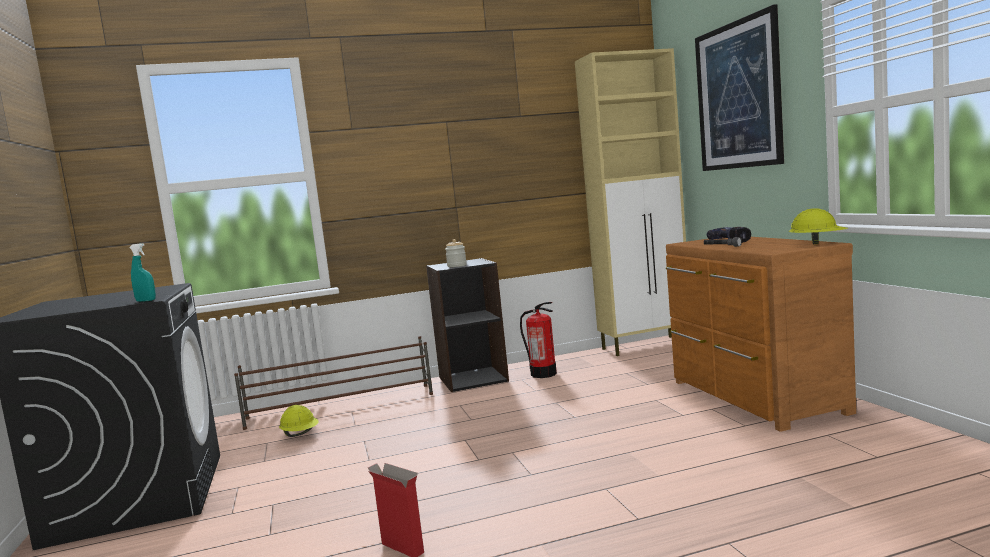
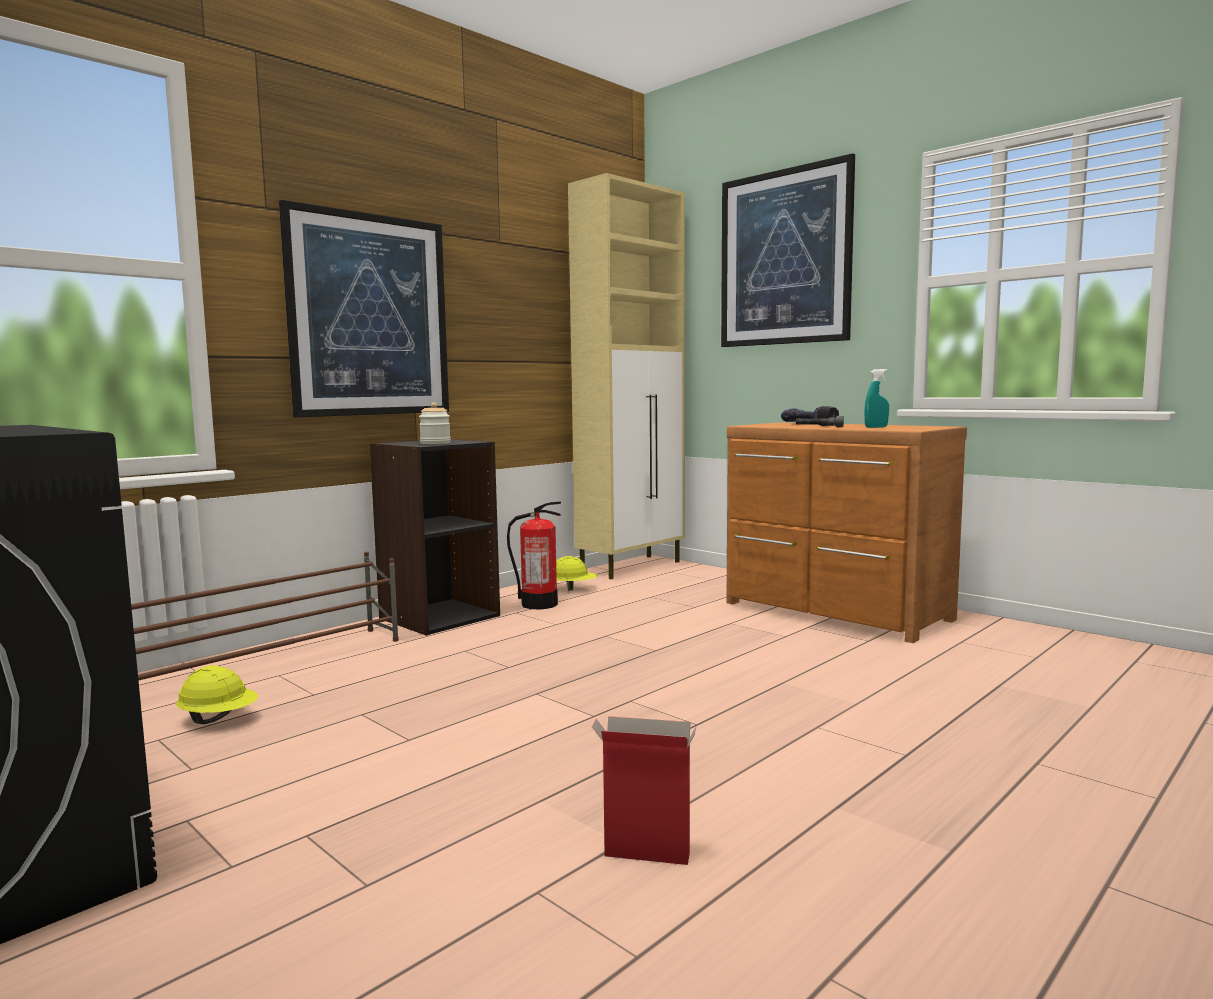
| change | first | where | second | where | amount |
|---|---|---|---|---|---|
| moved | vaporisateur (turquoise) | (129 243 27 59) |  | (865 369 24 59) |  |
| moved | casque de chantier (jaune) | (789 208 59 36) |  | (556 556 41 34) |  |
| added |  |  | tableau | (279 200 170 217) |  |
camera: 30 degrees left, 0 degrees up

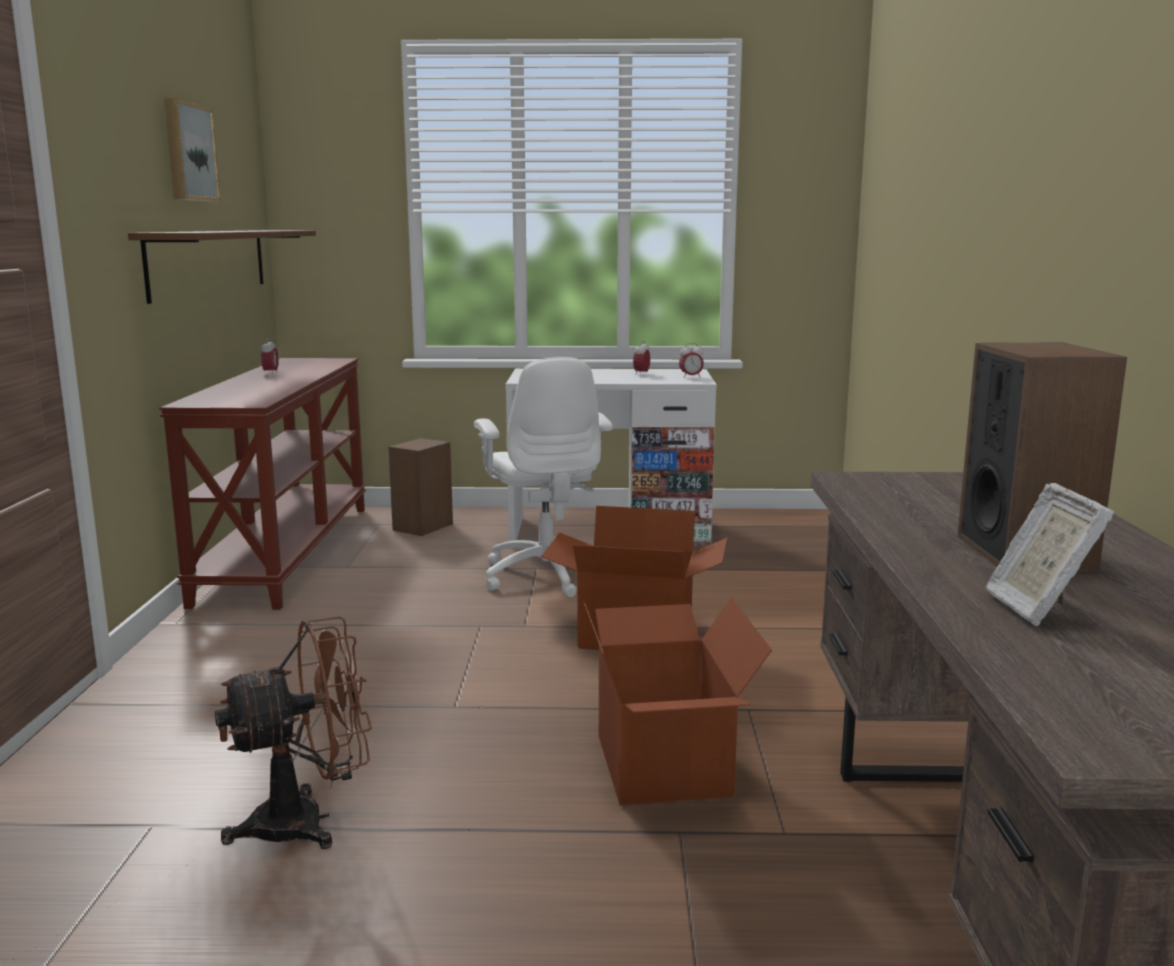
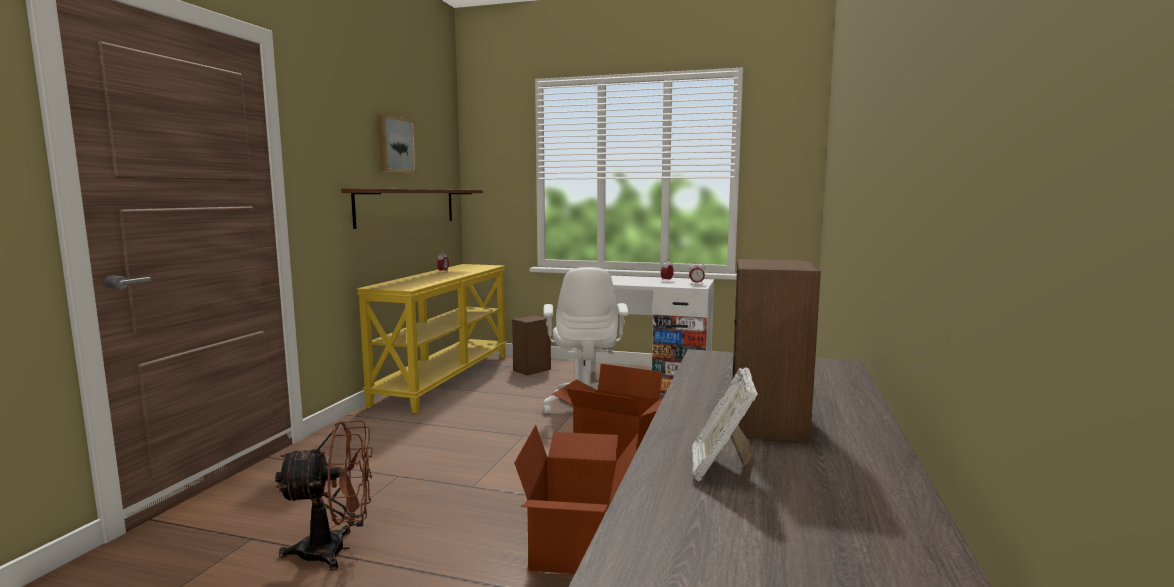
| change | first | where | second | where | amount |
|---|---|---|---|---|---|
| recoloured | table console (marron) | (159 358 207 252) | table console (jaune) | (356 264 151 149) |  |
camera: 15 degrees right, 5 degrees down

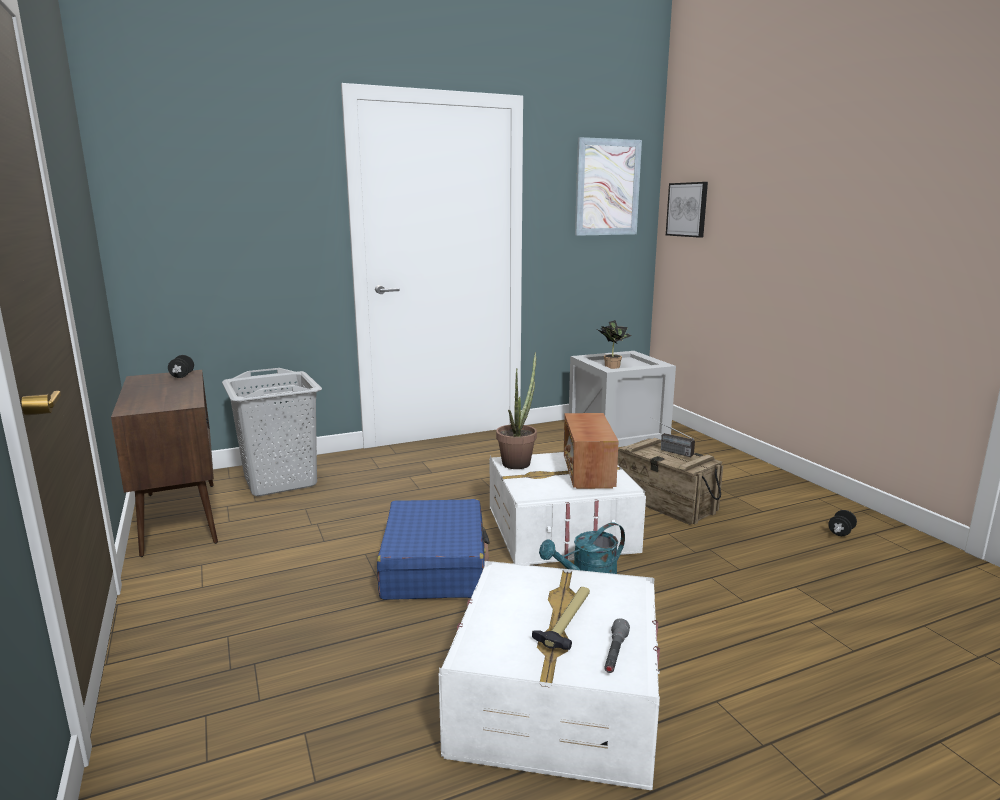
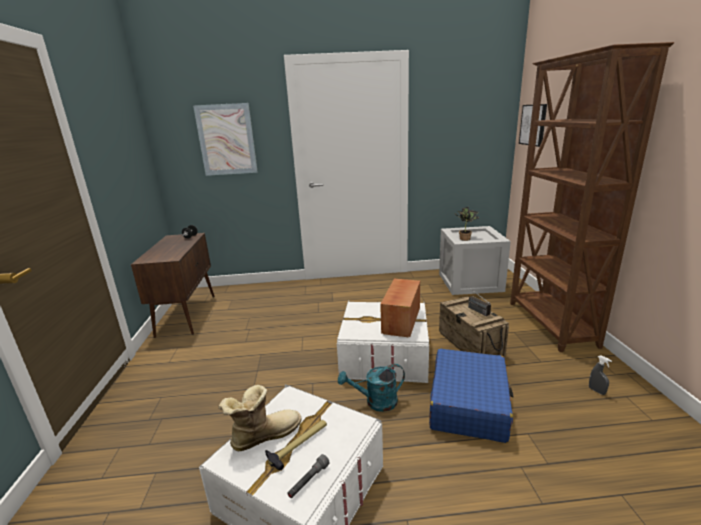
| change | first | where | second | where | amount |
|---|---|---|---|---|---|
| removed | panier à linge (gris) | (222 368 100 129) |  |  |  |
| moved | valise (bleu) | (377 499 113 101) |  | (429 349 84 94) |  |
| removed | plante en pot | (496 352 41 117) |  |  |  |
| moved | tableau | (575 137 67 99) |  | (193 103 65 73) |  |
| replaced | haltère (noir) | (828 510 29 26) | vaporisateur (gris) | (589 355 23 40) |  |
| added |  |  | botte | (219 385 83 66) |  |
| added |  |  | bibliothèque (marron) | (510 42 164 310) |  |
camera: 20 degrees right, 5 degrees up

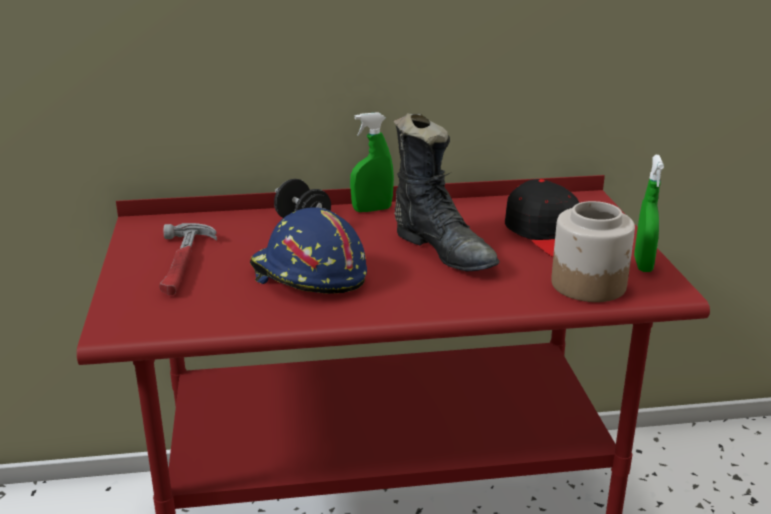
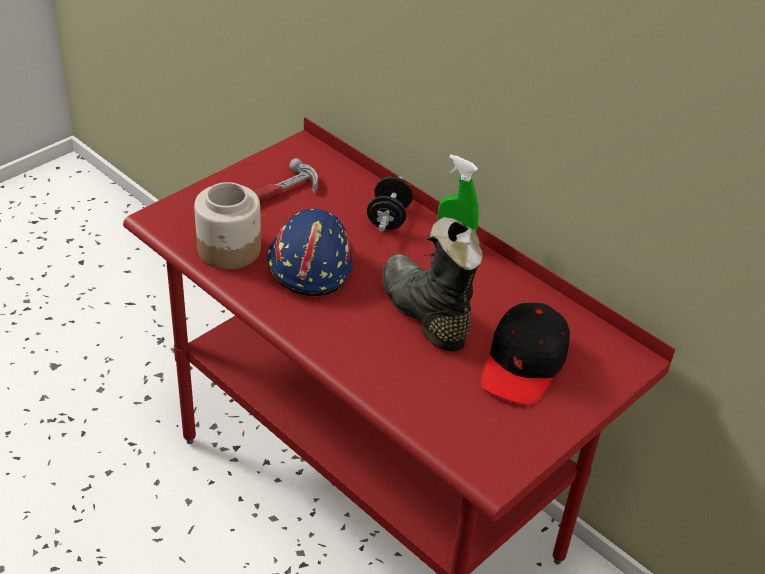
| change | first | where | second | where | amount |
|---|---|---|---|---|---|
| turned | botte (noir) | (394 113 106 158) |  | (382 217 100 135) | 135 degrees clockwise |
| moved | bocal | (551 201 84 101) |  | (194 182 67 88) |  |
| removed | vaporisateur (vert) | (634 155 30 117) |  |  |  |
camera: 50 degrees right, 15 degrees up

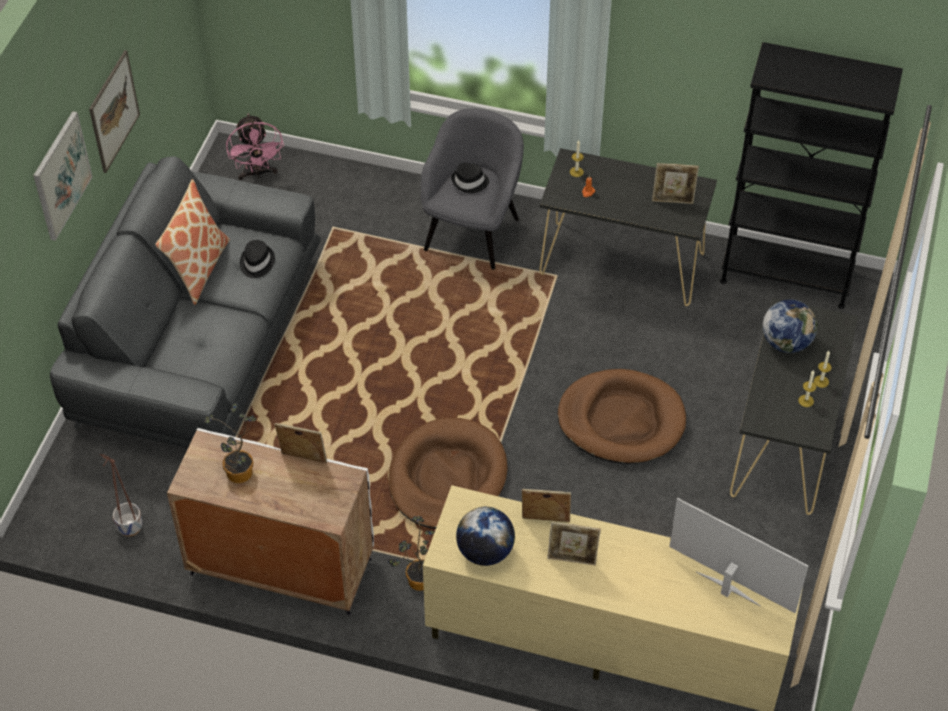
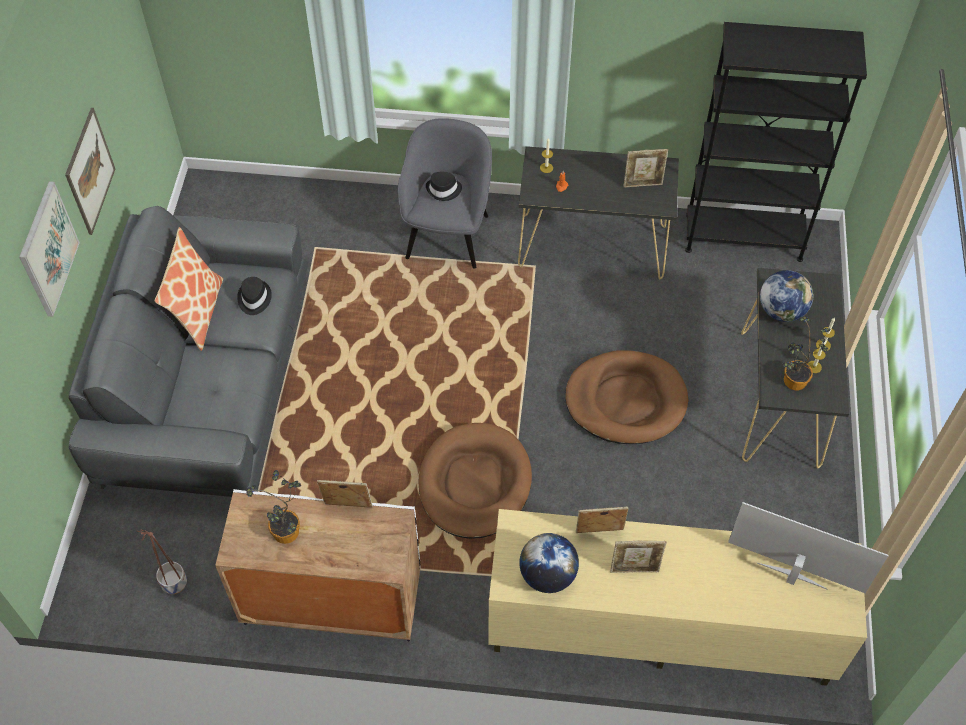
| change | first | where | second | where | amount |
|---|---|---|---|---|---|
| removed | ventilateur (rose) | (226 114 58 66) |  |  |  |
| moved | plante en pot | (388 516 47 75) |  | (783 316 48 74) |  |
camera: 10 degrees left, 5 degrees up

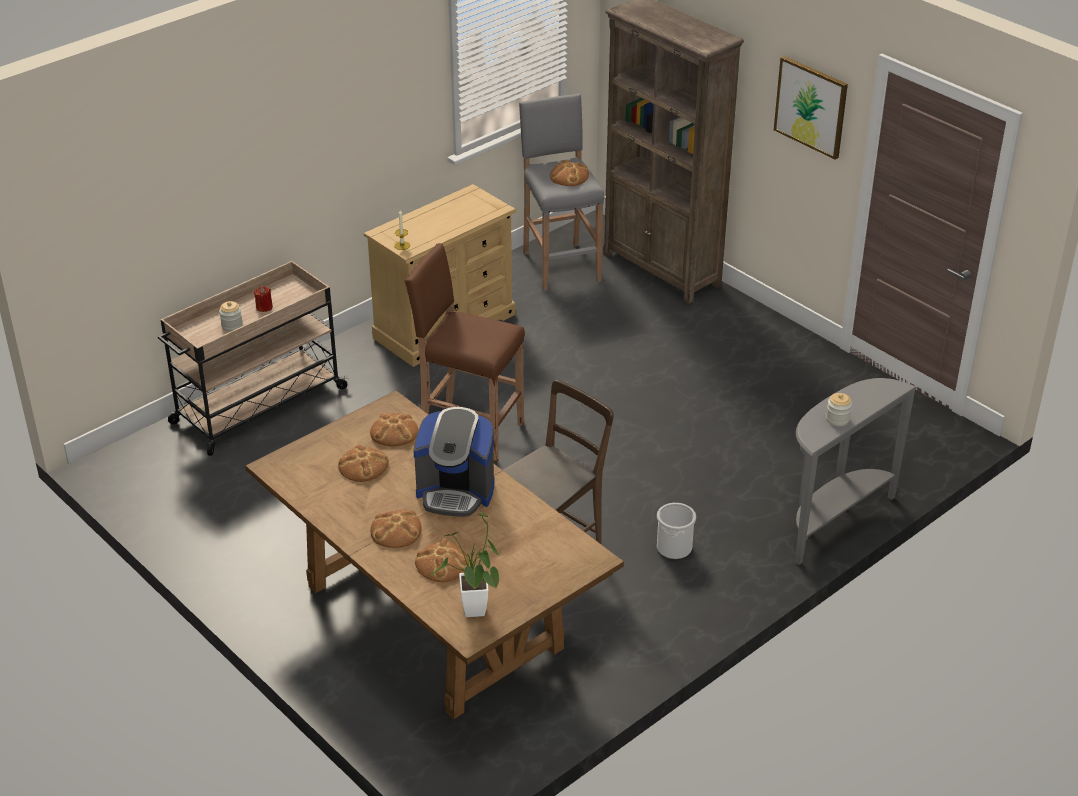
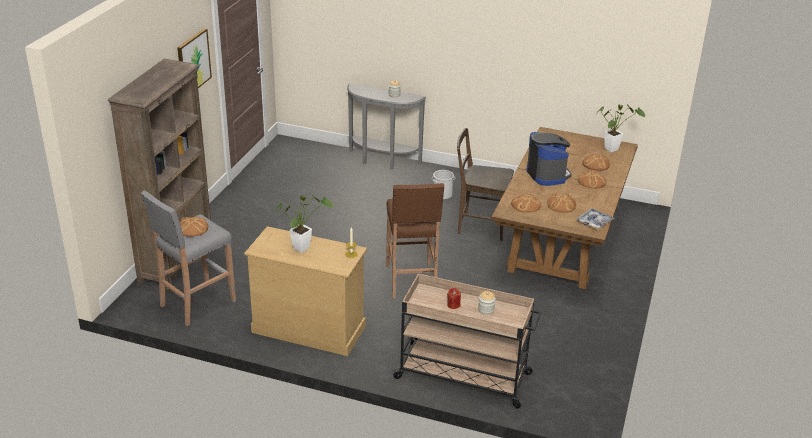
| change | first | where | second | where | amount |
|---|---|---|---|---|---|
| added |  |  | plante en pot | (275 194 58 59) |  |
| added |  |  | plateau | (576 208 39 22) |  |
camera: 120 degrees left, 5 degrees down

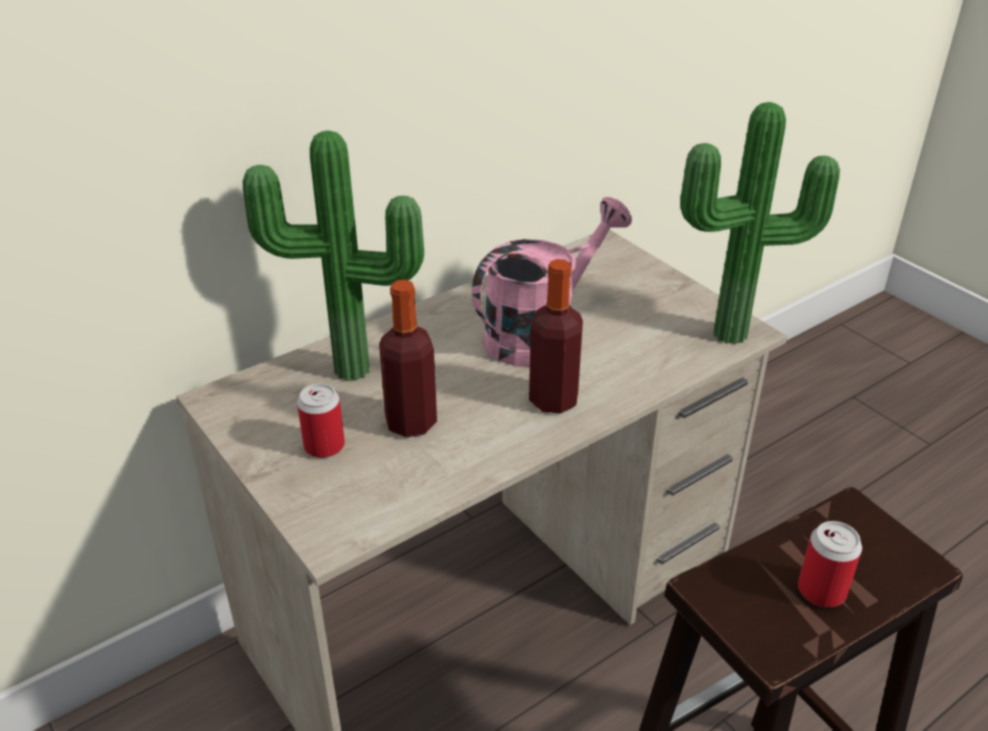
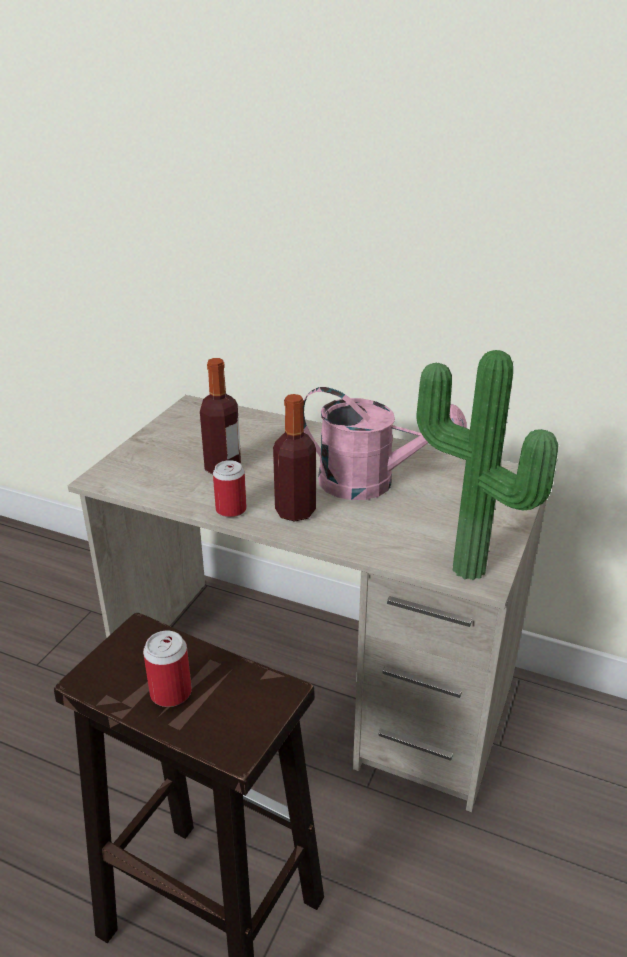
| change | first | where | second | where | amount |
|---|---|---|---|---|---|
| removed | plante en pot | (243 130 181 251) |  |  |  |
| moved | boîte métallique | (297 383 48 75) |  | (213 460 34 57) |  |
camera: 60 degrees right, 5 degrees down

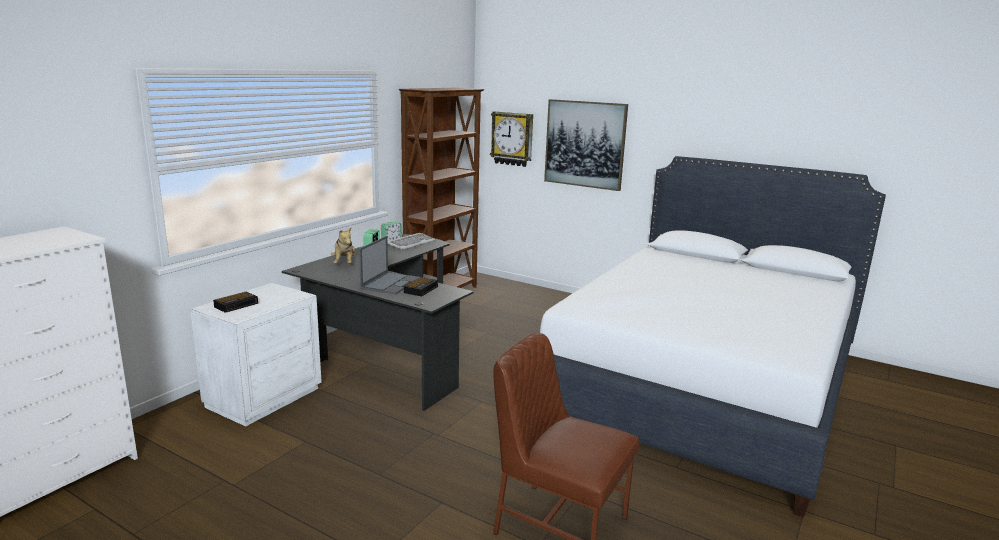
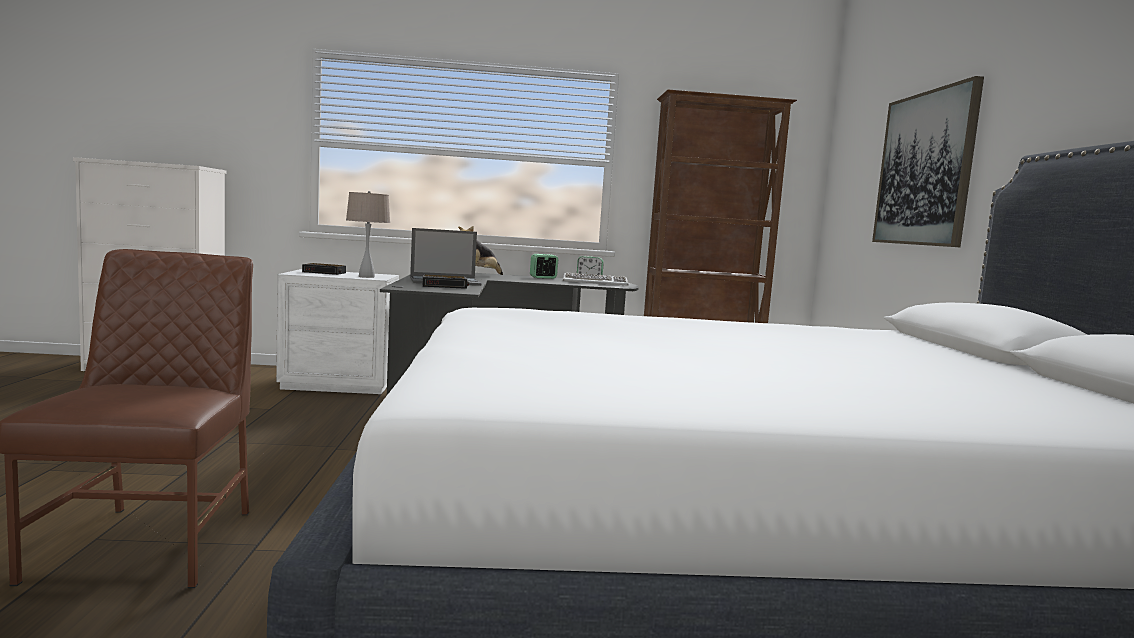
| change | first | where | second | where | amount |
|---|---|---|---|---|---|
| removed | horloge murale | (490 111 43 56) |  |  |  |
| added |  |  | lampe de table (beige) | (346 191 44 87) |  |
camera: 55 degrees right, 10 degrees down

